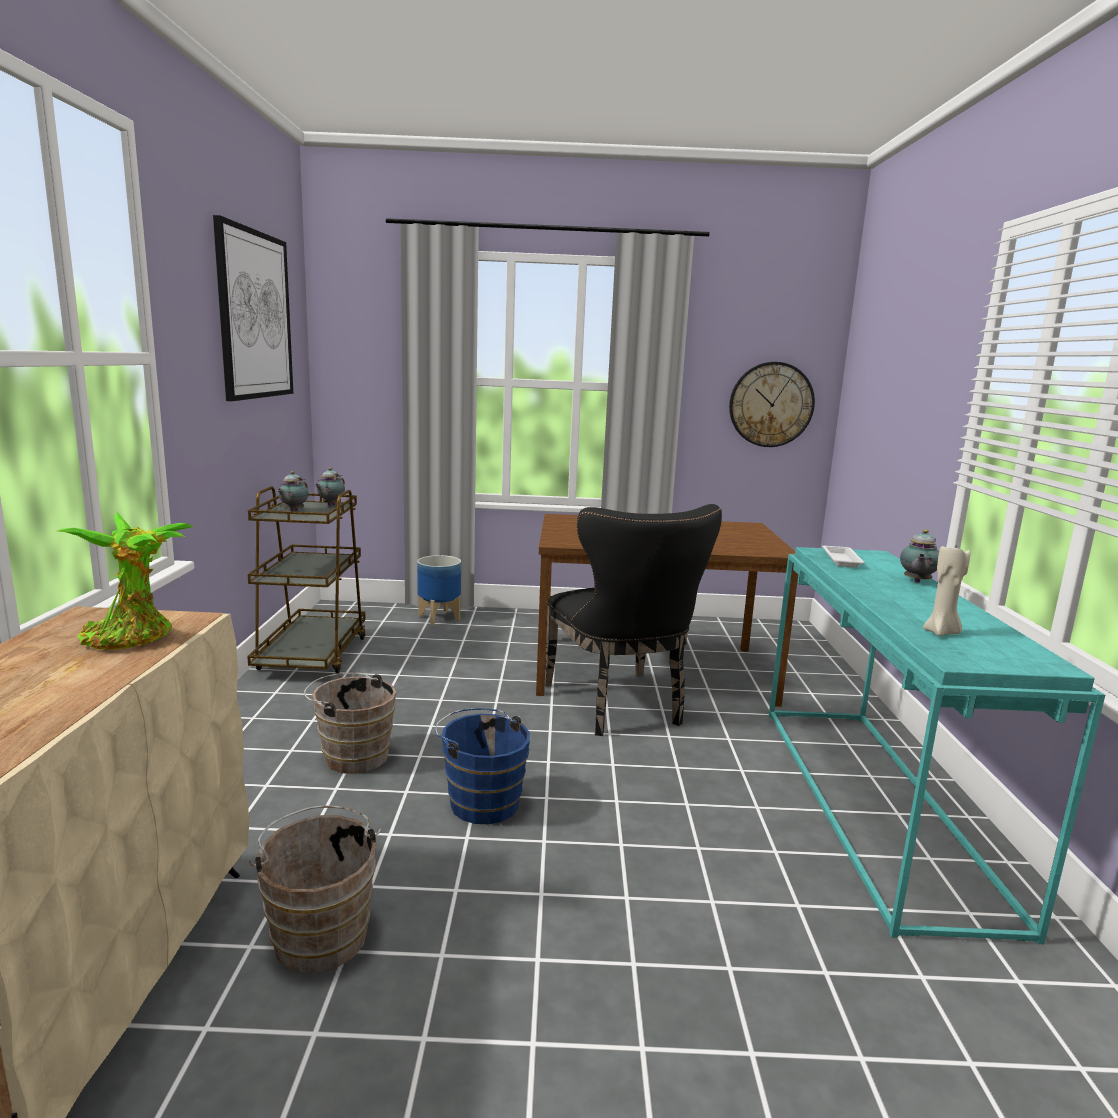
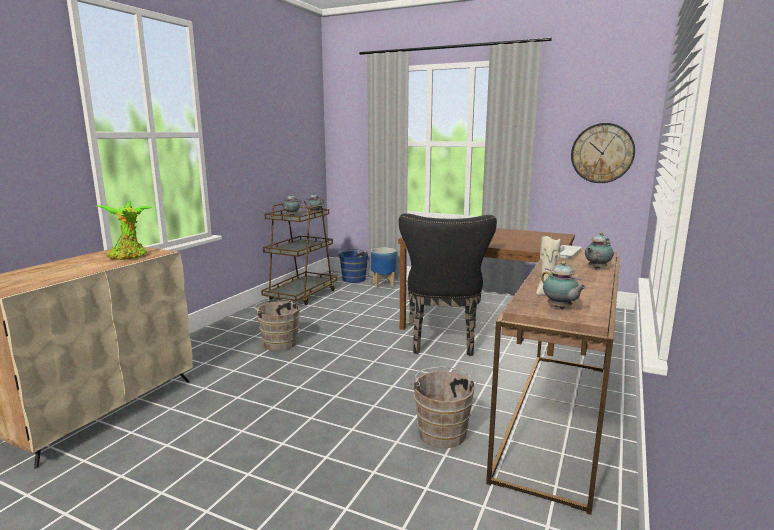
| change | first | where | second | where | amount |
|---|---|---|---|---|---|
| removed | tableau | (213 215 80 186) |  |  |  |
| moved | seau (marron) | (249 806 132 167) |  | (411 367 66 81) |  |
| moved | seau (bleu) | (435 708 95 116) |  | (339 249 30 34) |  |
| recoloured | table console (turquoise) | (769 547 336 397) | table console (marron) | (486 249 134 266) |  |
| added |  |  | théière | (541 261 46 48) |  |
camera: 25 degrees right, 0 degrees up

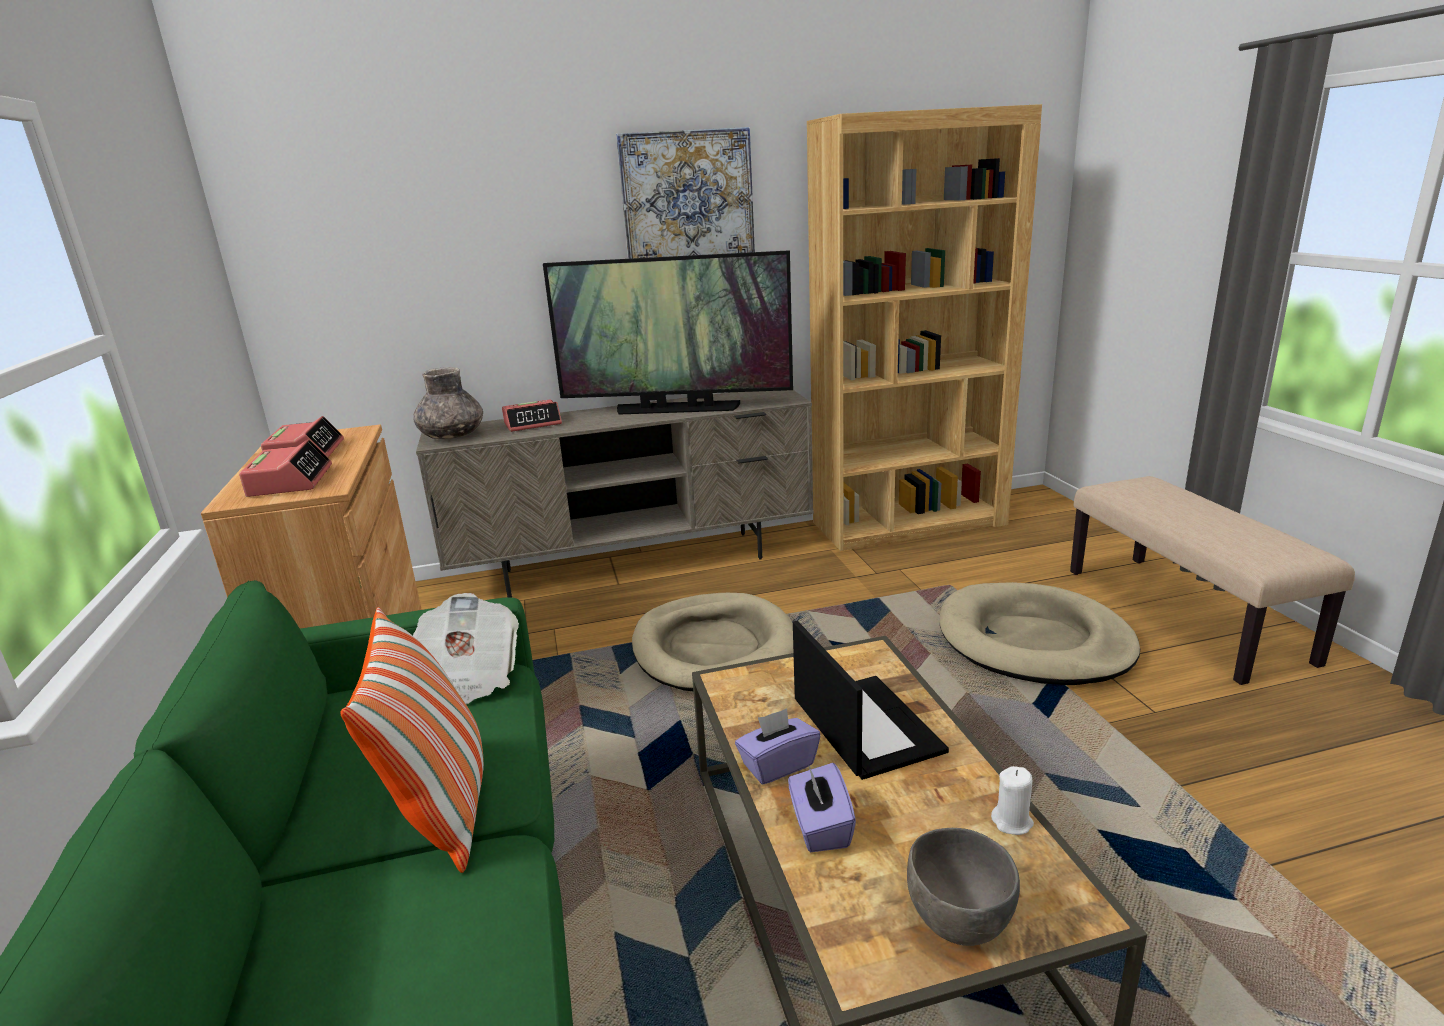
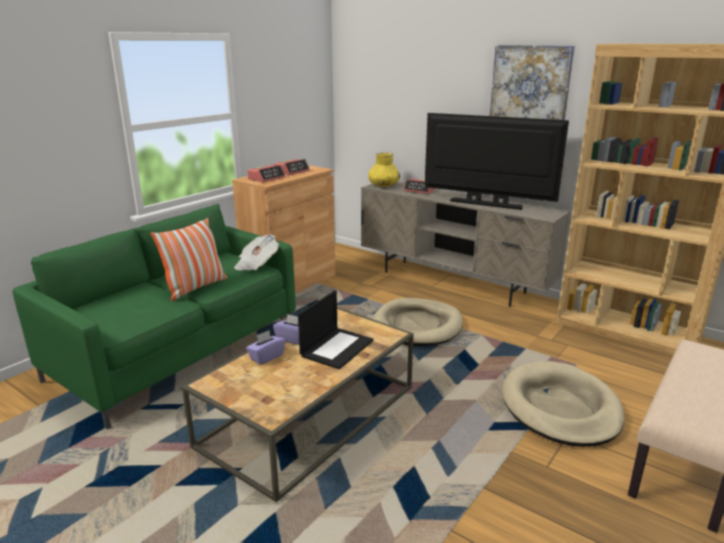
| change | first | where | second | where | amount |
|---|---|---|---|---|---|
| recoloured | vase (gris) | (413 367 70 72) | vase (jaune) | (368 152 32 35) |  |
| turned | téléviseur | (543 250 250 165) |  | (424 113 145 97) | 150 degrees clockwise |
| removed | bol (gris) | (907 828 113 118) |  |  |  |
| removed | bougie (blanc) | (991 766 43 69) |  |  |  |
camera: 50 degrees right, 0 degrees up

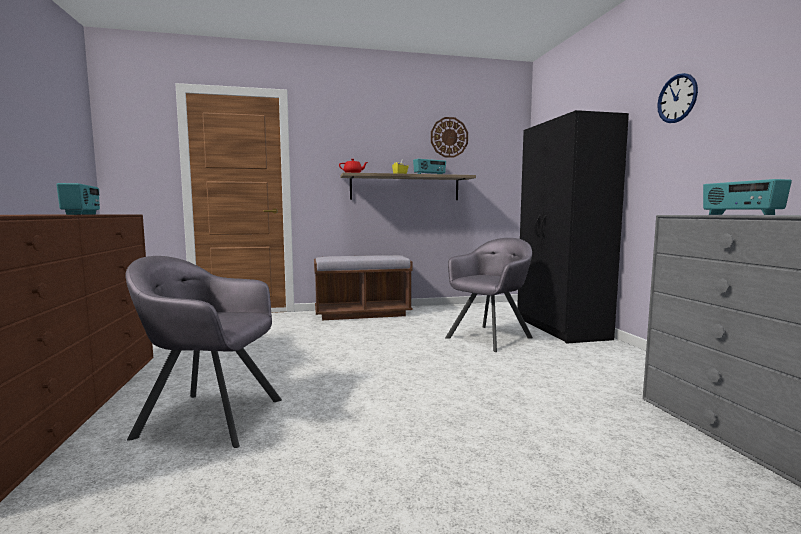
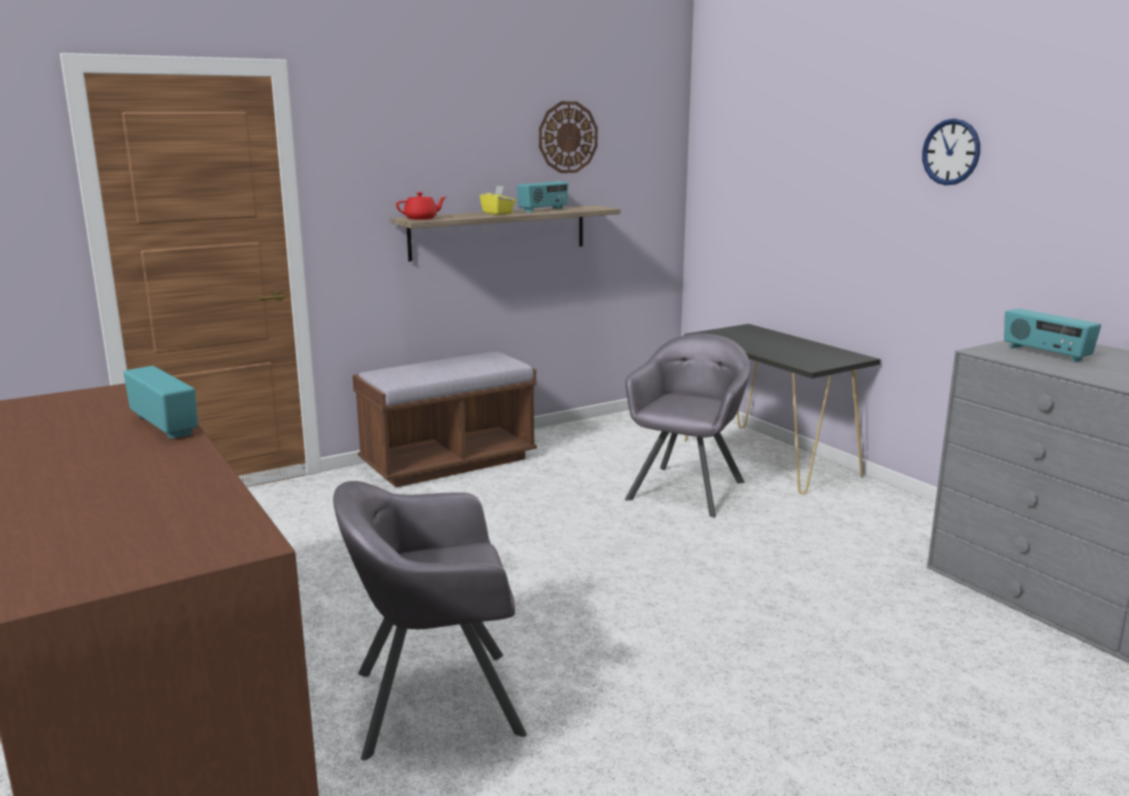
| change | first | where | second | where | amount |
|---|---|---|---|---|---|
| replaced | armoire (noir) | (517 110 112 233) | table console (noir) | (684 324 197 170) |  |
camera: 20 degrees left, 10 degrees up

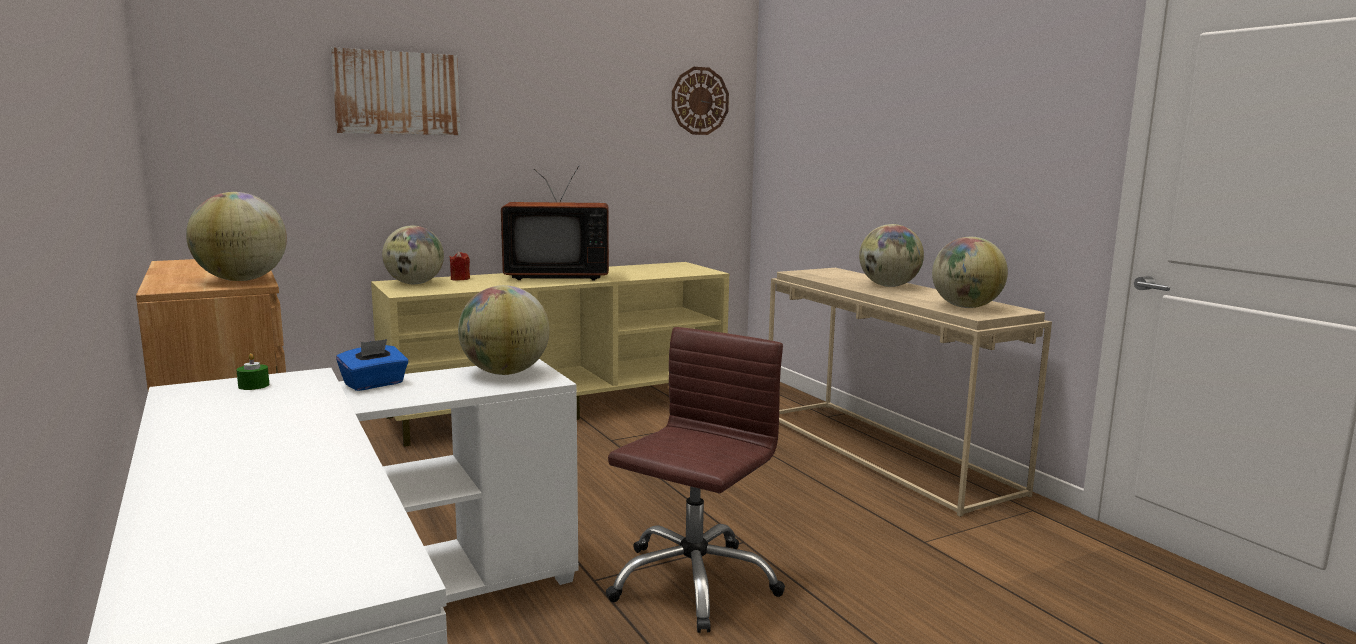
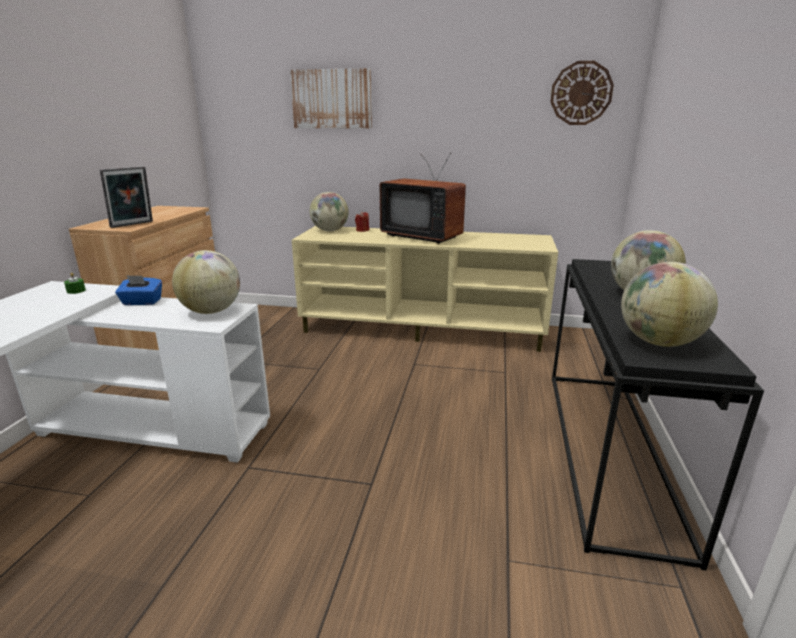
| change | first | where | second | where | amount |
|---|---|---|---|---|---|
| replaced | globe | (186 192 101 89) | cadre photo | (100 167 53 61) |  |
| removed | chaise de bureau (marron) | (605 327 180 306) |  |  |  |
| recoloured | table console (beige) | (769 268 283 249) | table console (noir) | (552 259 212 311) |  |
camera: 40 degrees right, 10 degrees up

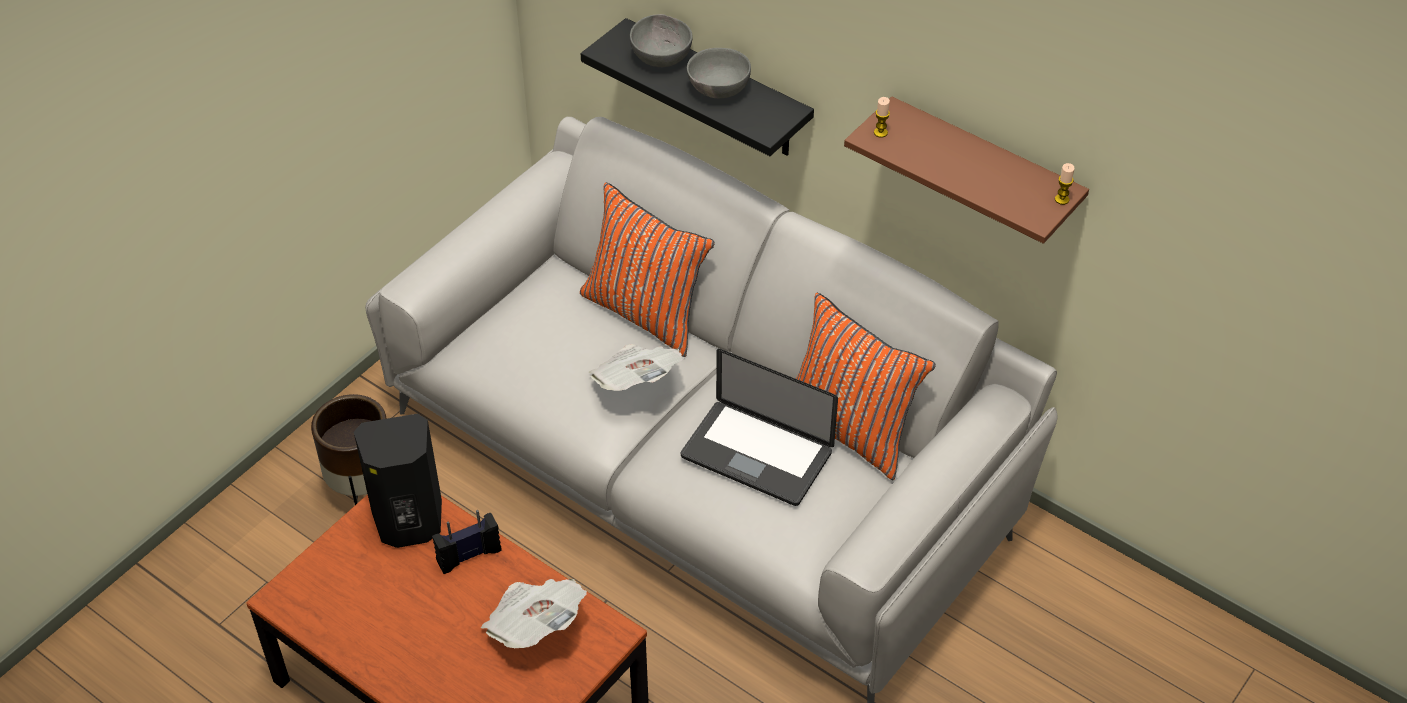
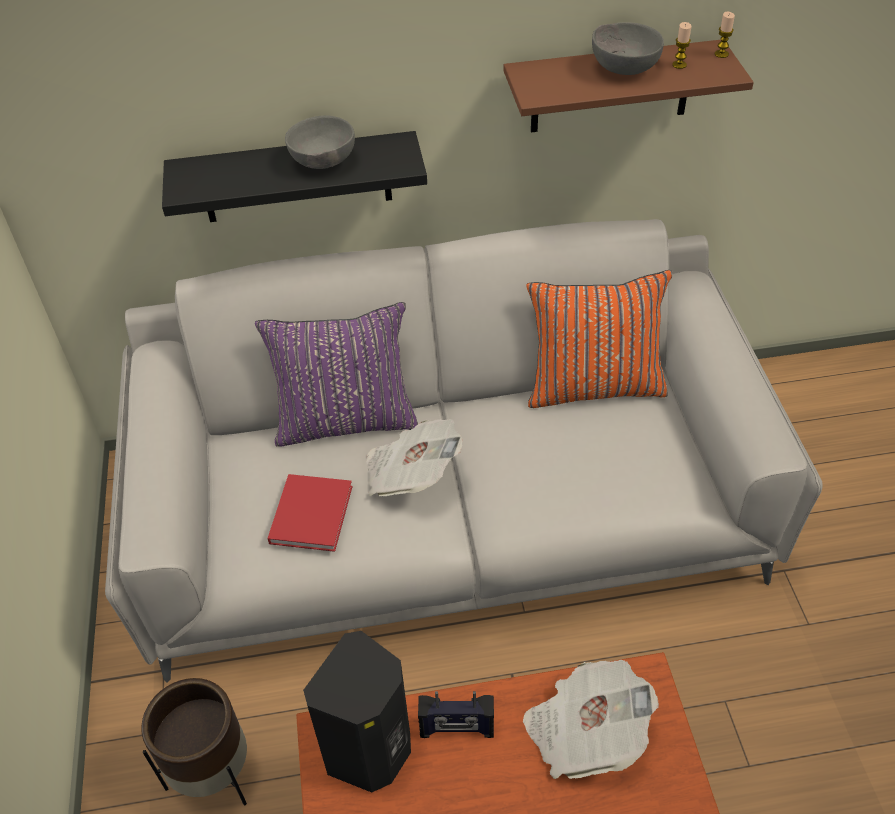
| change | first | where | second | where | amount |
|---|---|---|---|---|---|
| turned | radio | (432 510 70 64) |  | (418 691 76 47) | 105 degrees counterclockwise |
| recoloured | coussin (orange) | (580 182 135 175) | coussin (violet) | (255 302 163 145) |  |
| moved | bol (gris) | (630 14 63 53) |  | (592 22 72 53) |  |
| removed | ordinateur portable | (681 349 157 157) |  |  |  |
| moved | bougie | (874 97 16 41) |  | (672 22 20 47) |  |
| added |  |  | livre (rouge) | (267 474 85 78) |  |
camera: 45 degrees left, 0 degrees up

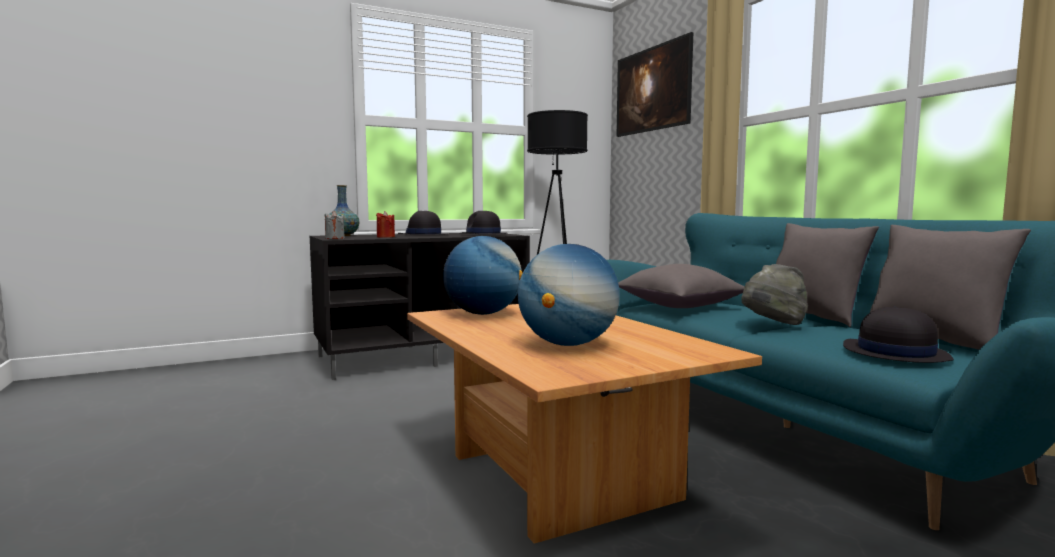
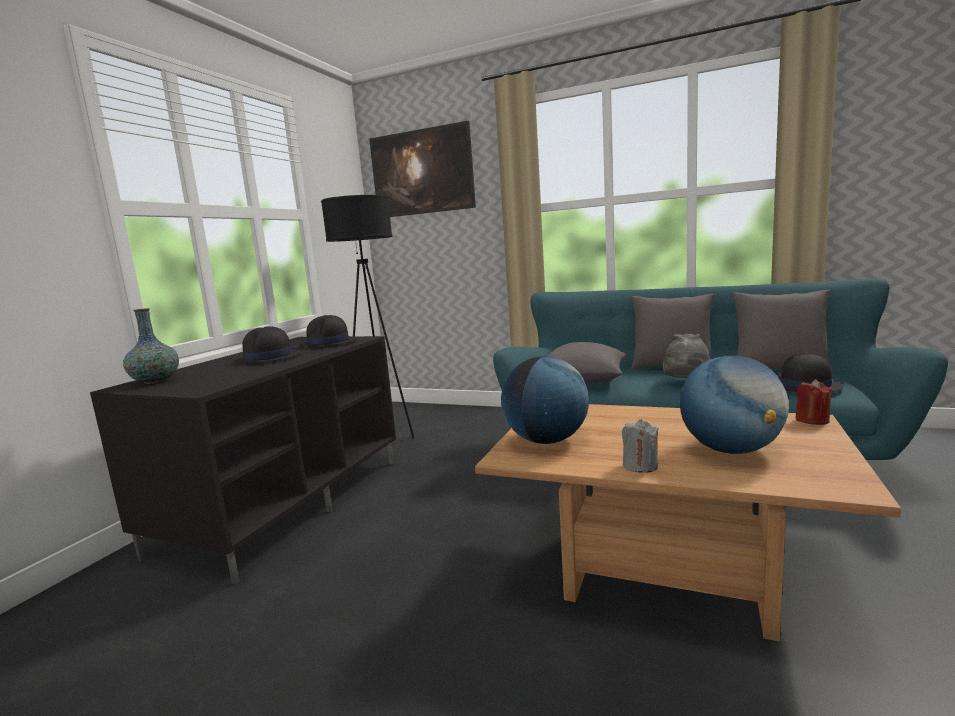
| change | first | where | second | where | amount |
|---|---|---|---|---|---|
| moved | bougie (gris) | (324 211 21 28) |  | (622 419 37 54) |  |
| moved | bougie (rouge) | (376 211 19 27) |  | (796 379 36 46) |  |
camera: 40 degrees left, 5 degrees up

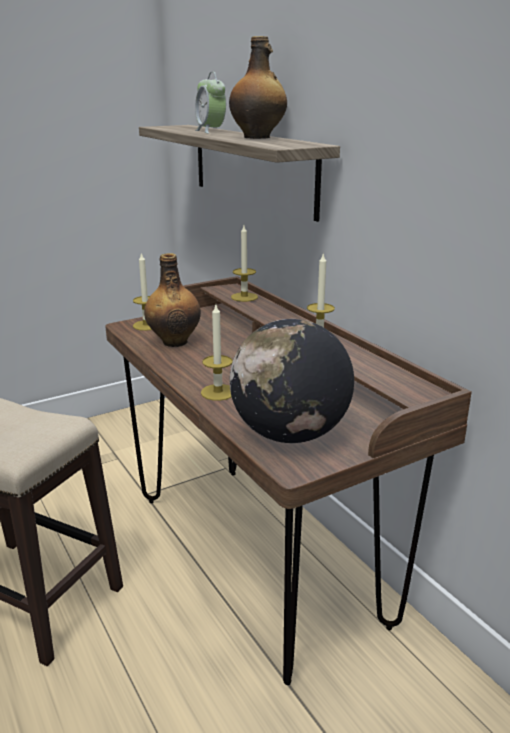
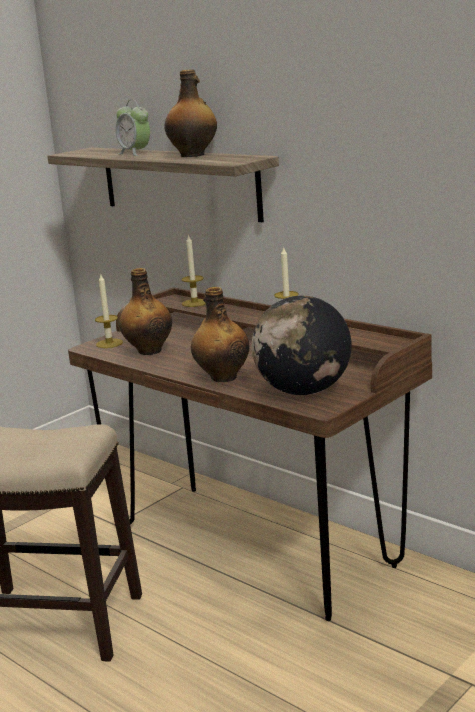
| change | first | where | second | where | amount |
|---|---|---|---|---|---|
| replaced | bougie | (201 305 32 96) | bouteille | (191 287 58 95) |  |
camera: 15 degrees left, 5 degrees down

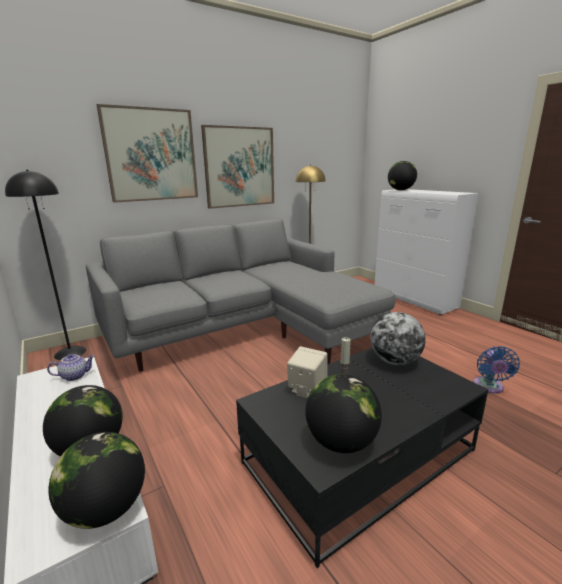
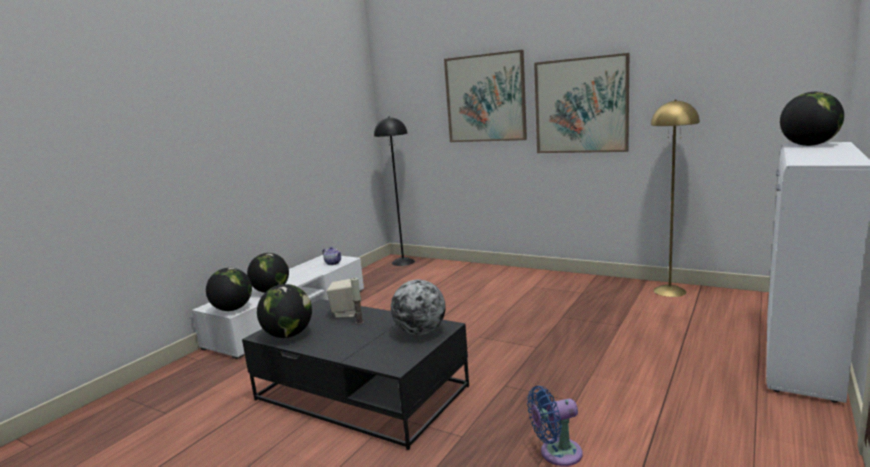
| change | first | where | second | where | amount |
|---|---|---|---|---|---|
| removed | canapé (gris) | (86 218 309 154) |  |  |  |
camera: 65 degrees right, 5 degrees down

